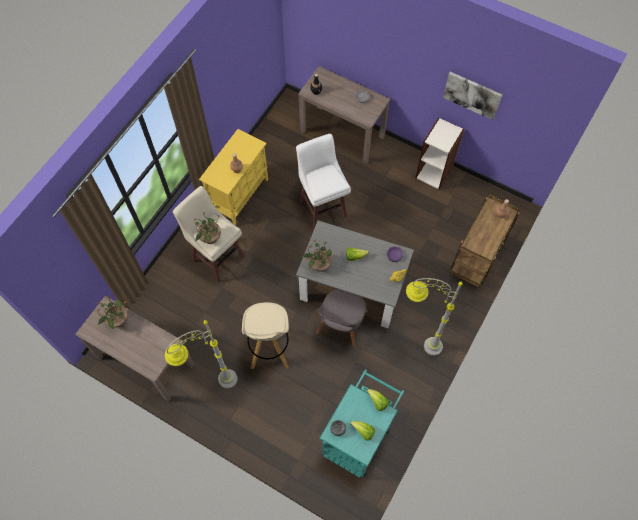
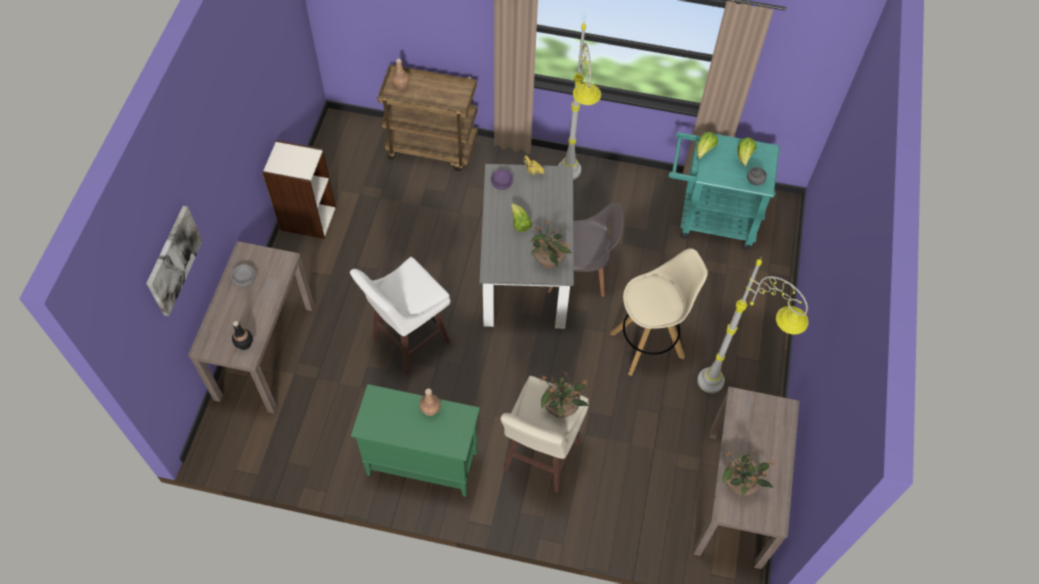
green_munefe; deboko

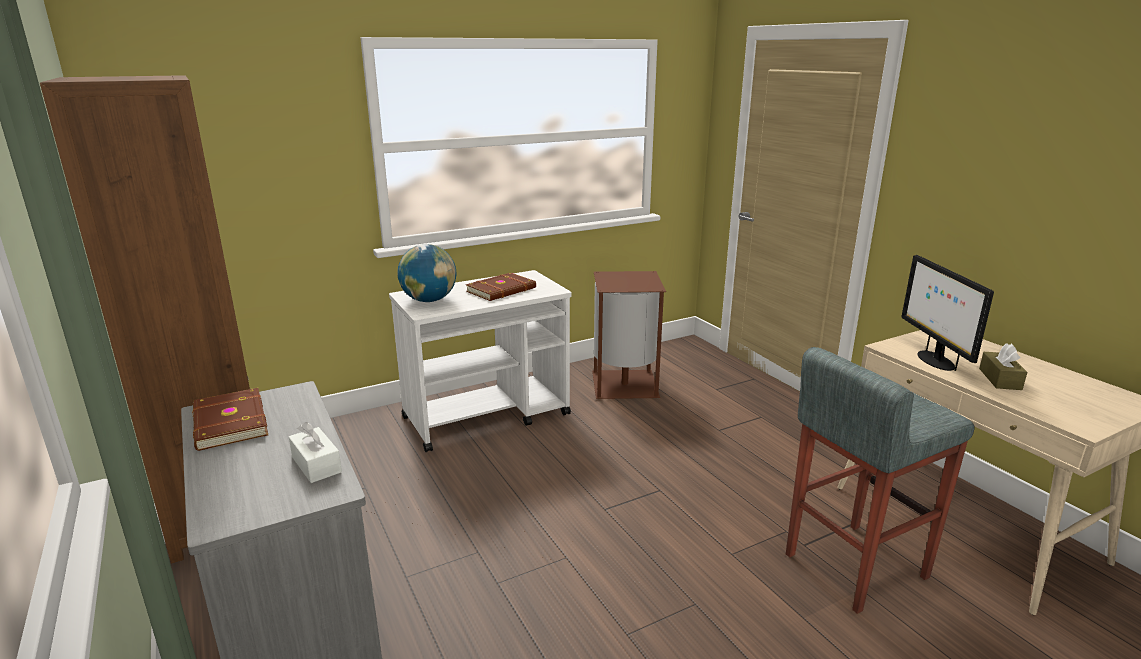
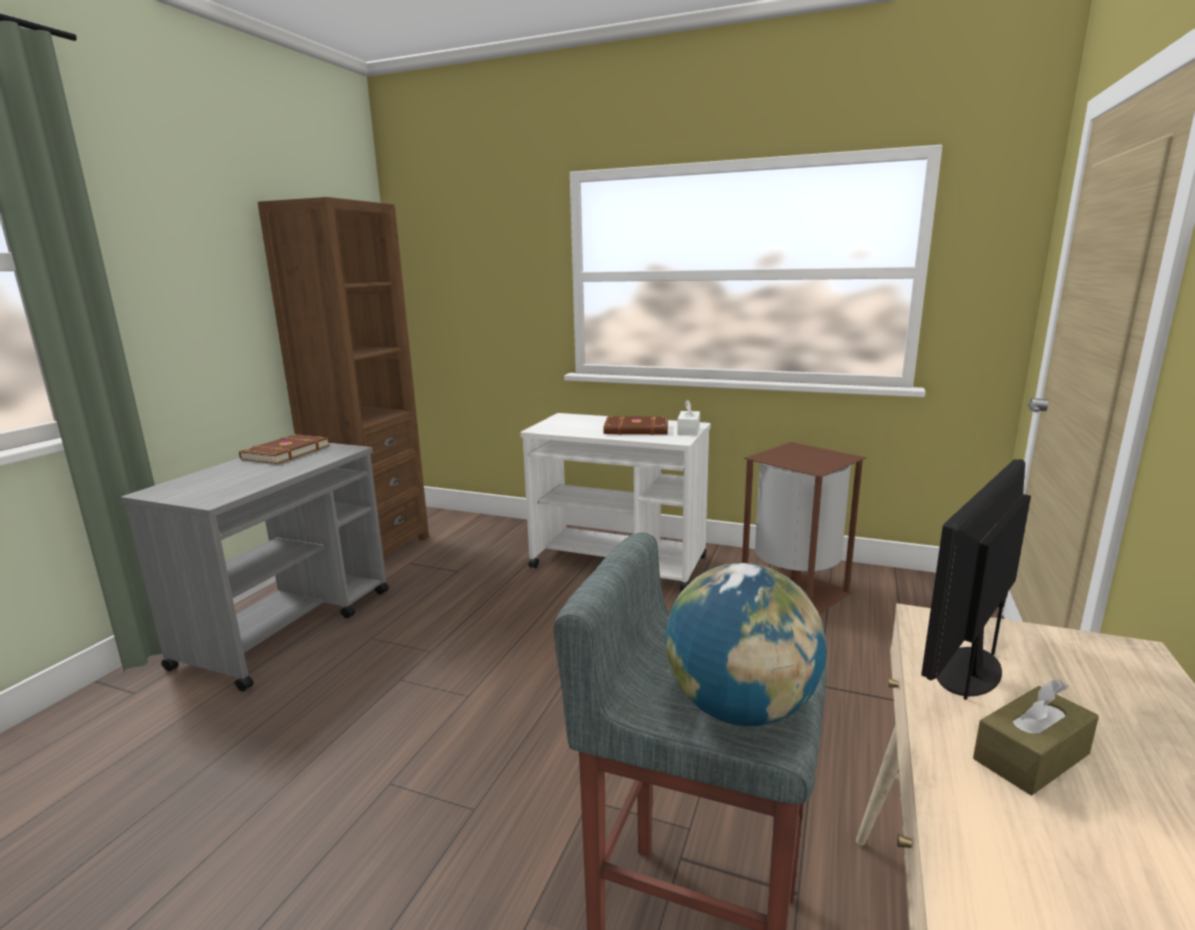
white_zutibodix; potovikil

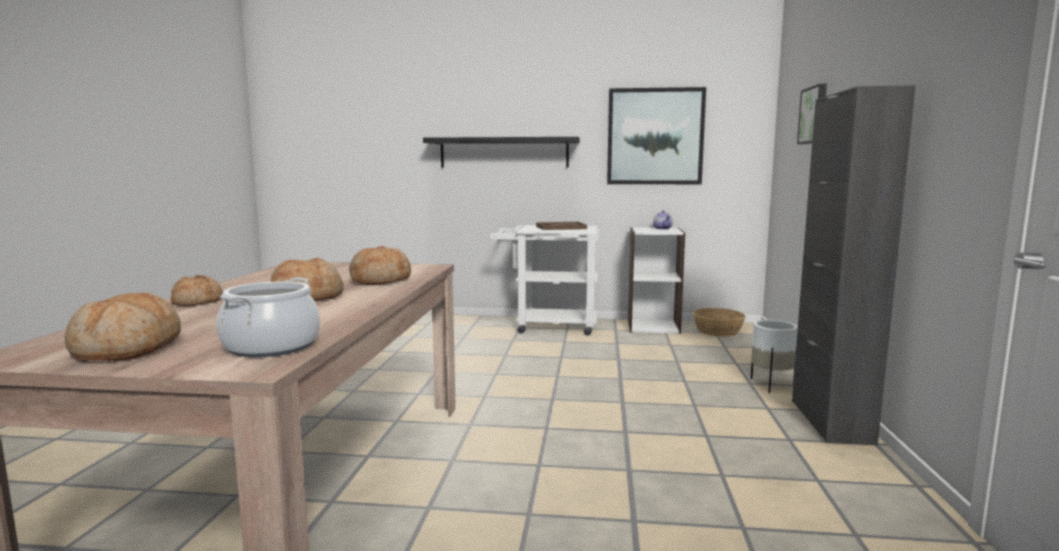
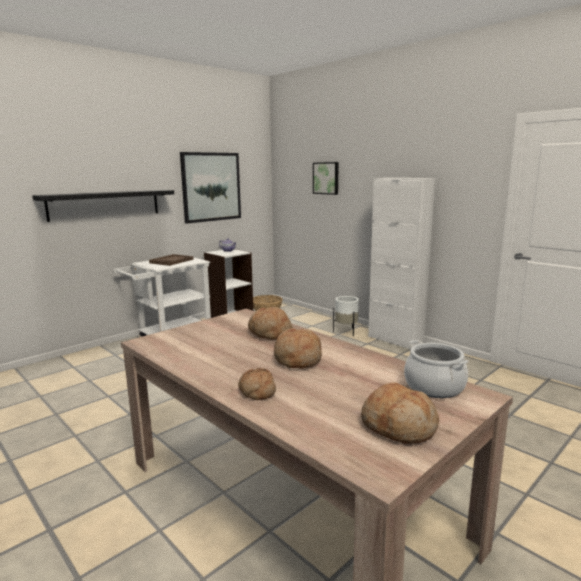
white_munefe

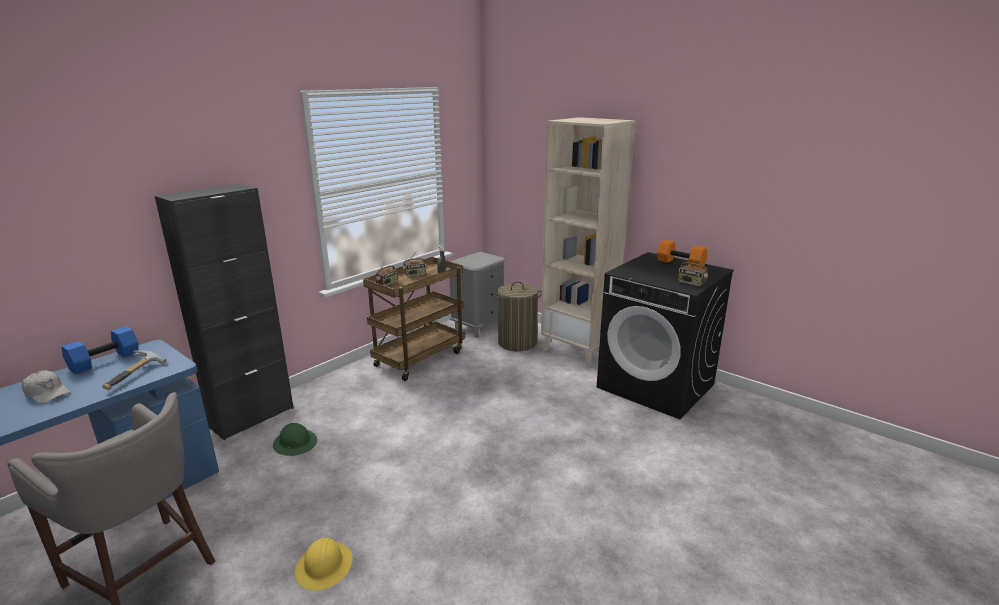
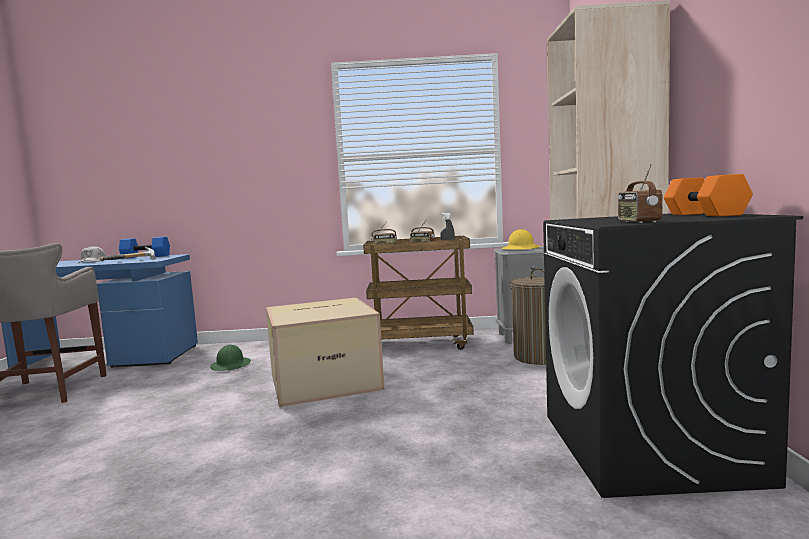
black_munefe; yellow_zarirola; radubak

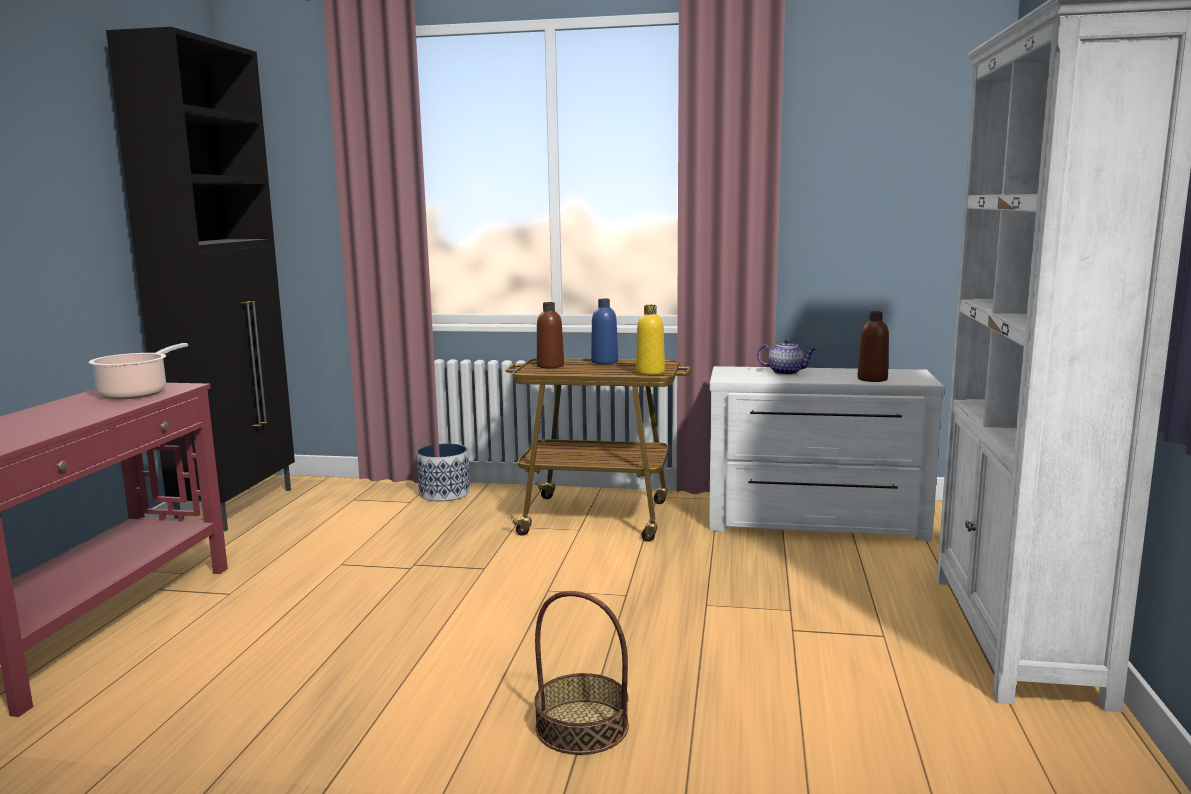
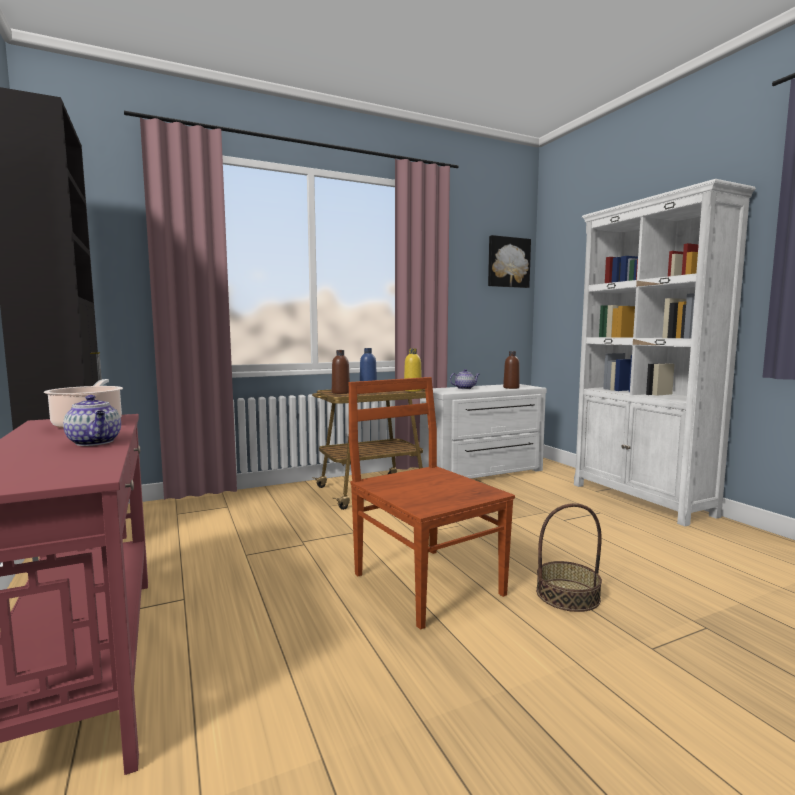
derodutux; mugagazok (no. 1 from left); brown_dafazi; deboko

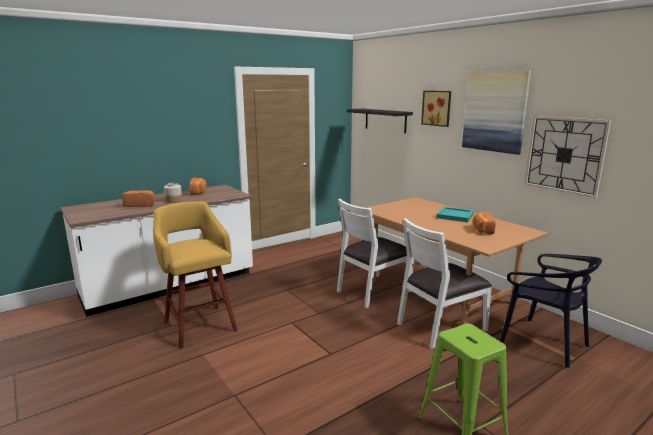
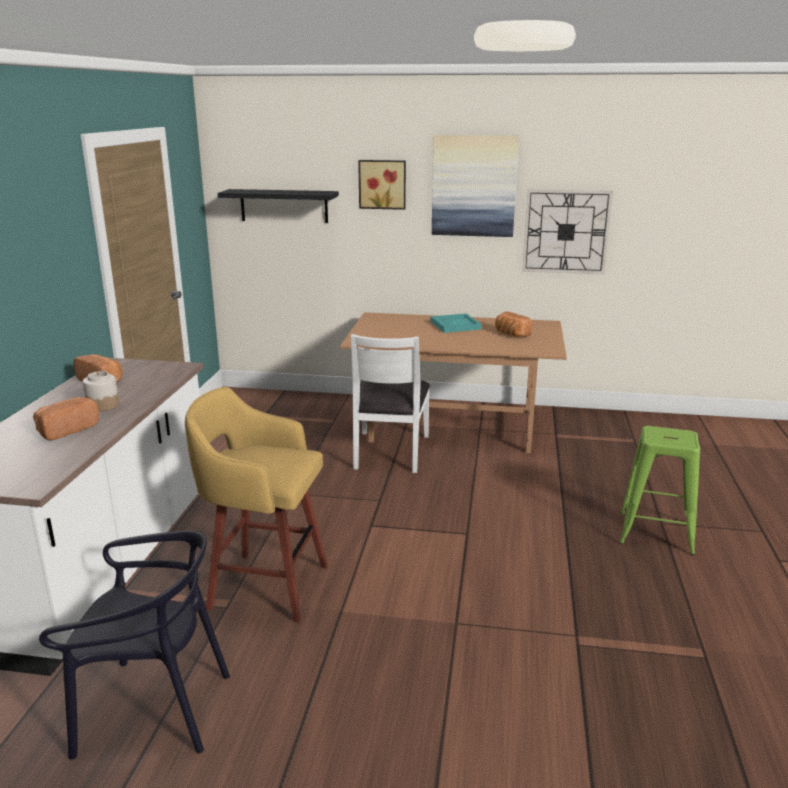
white_dafazi (no. 2 from left in the first image); black_dafazi

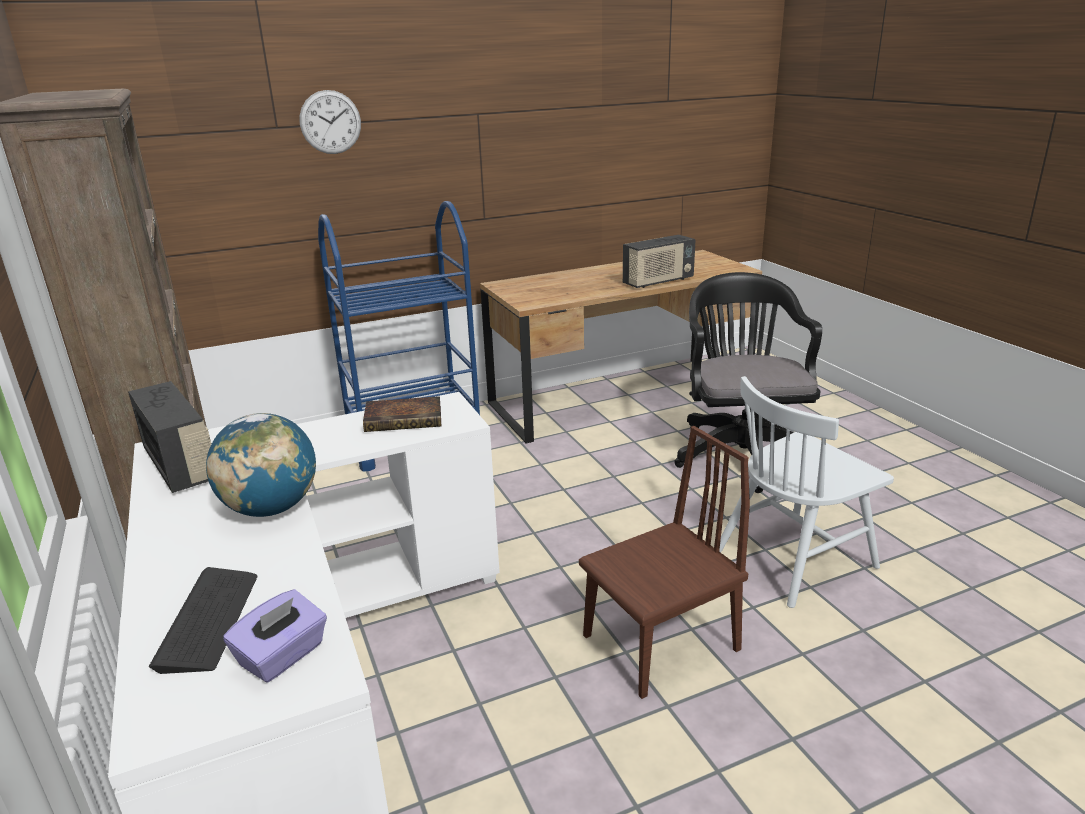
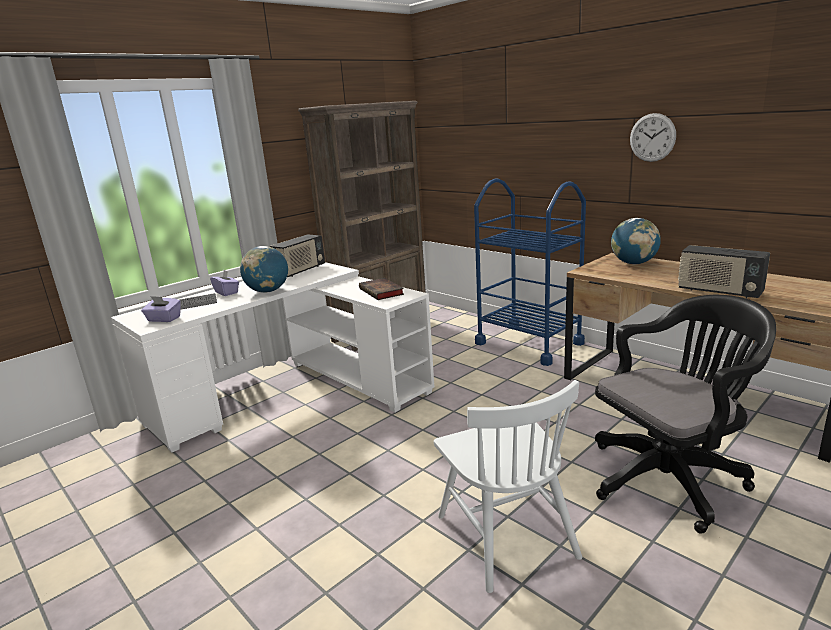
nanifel; brown_dafazi; white_dafazi; purple_zutibodix (no. 2 from left); potovikil (no. 2 from left)

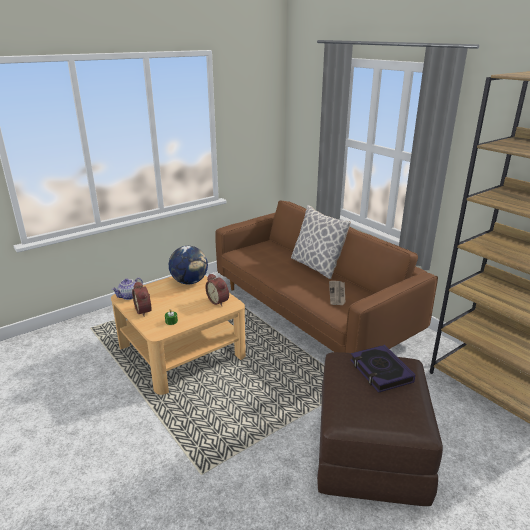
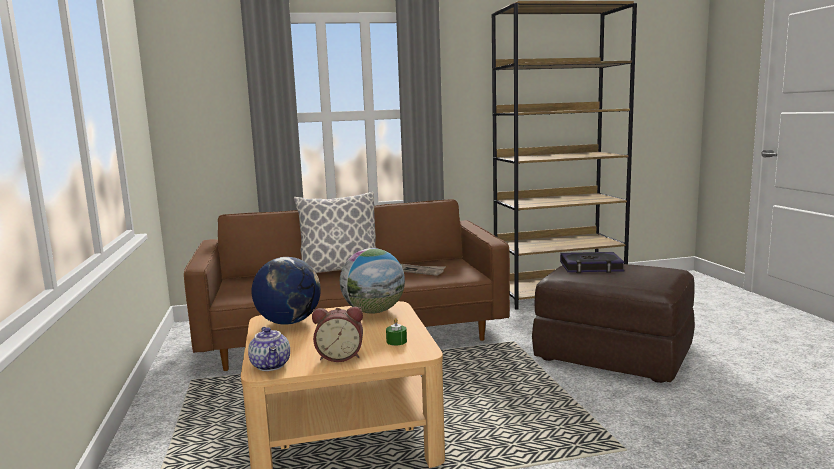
potovikil (no. 2 from left)

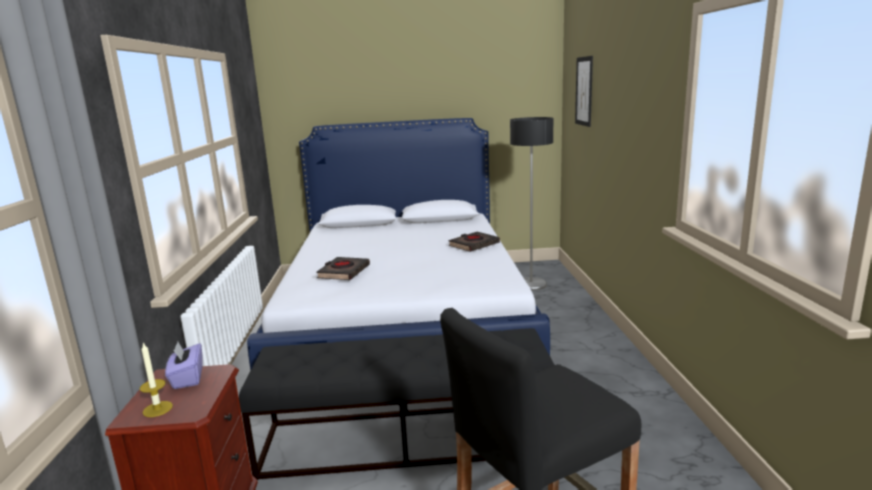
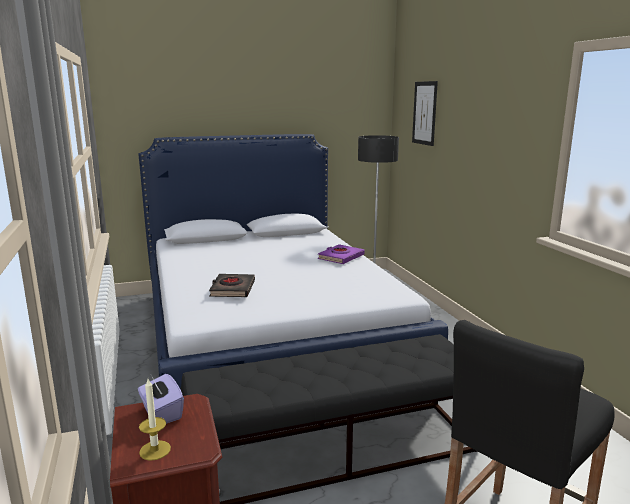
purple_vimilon

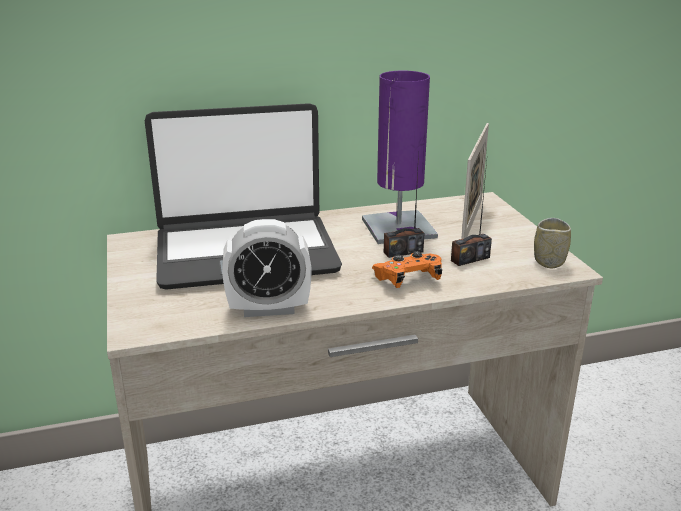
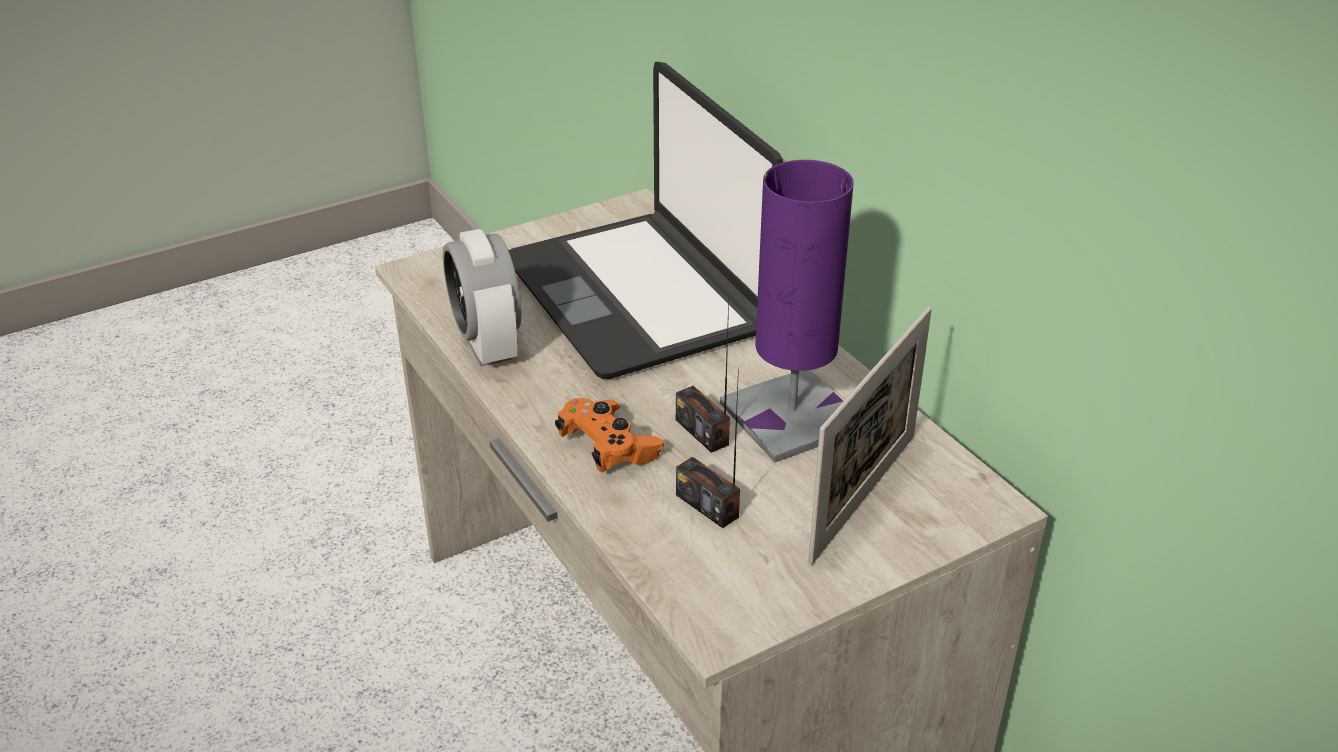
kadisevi; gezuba

